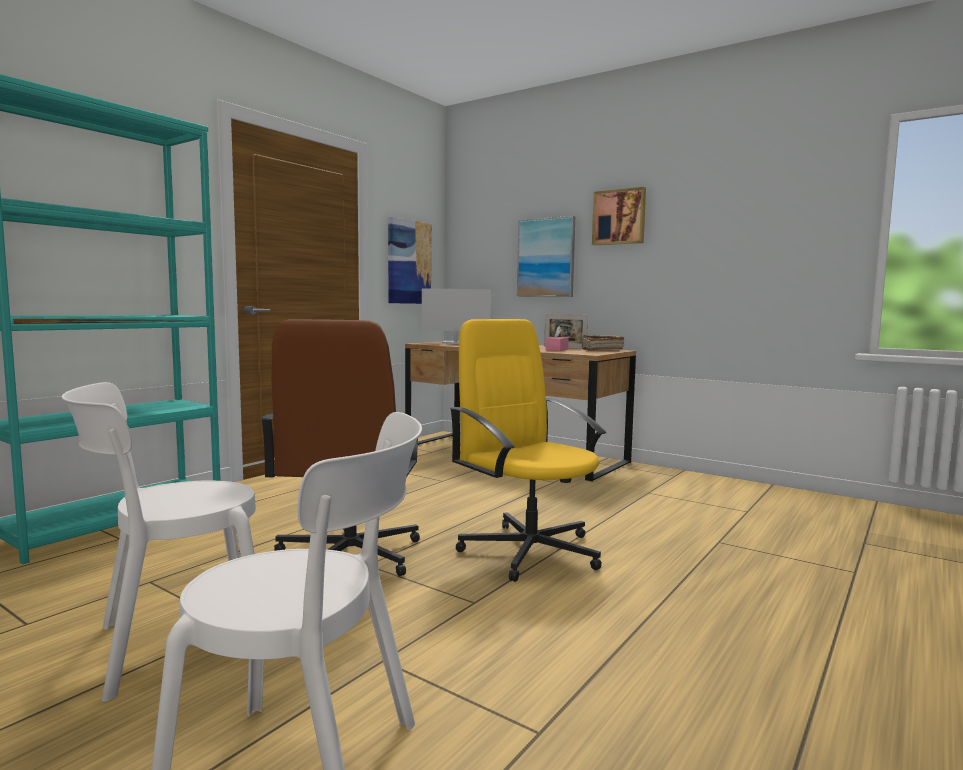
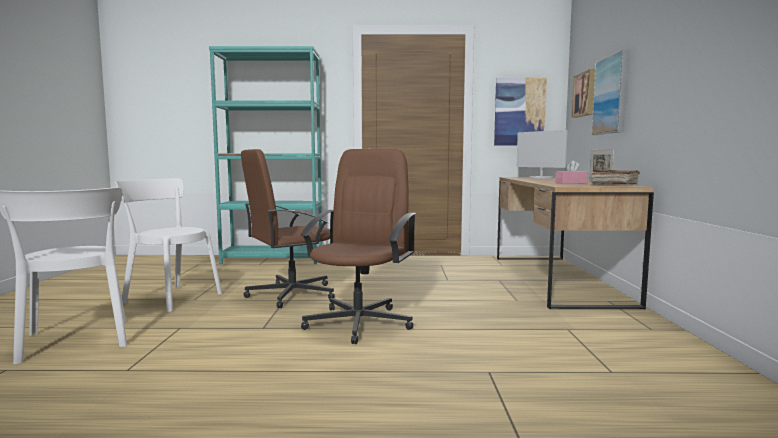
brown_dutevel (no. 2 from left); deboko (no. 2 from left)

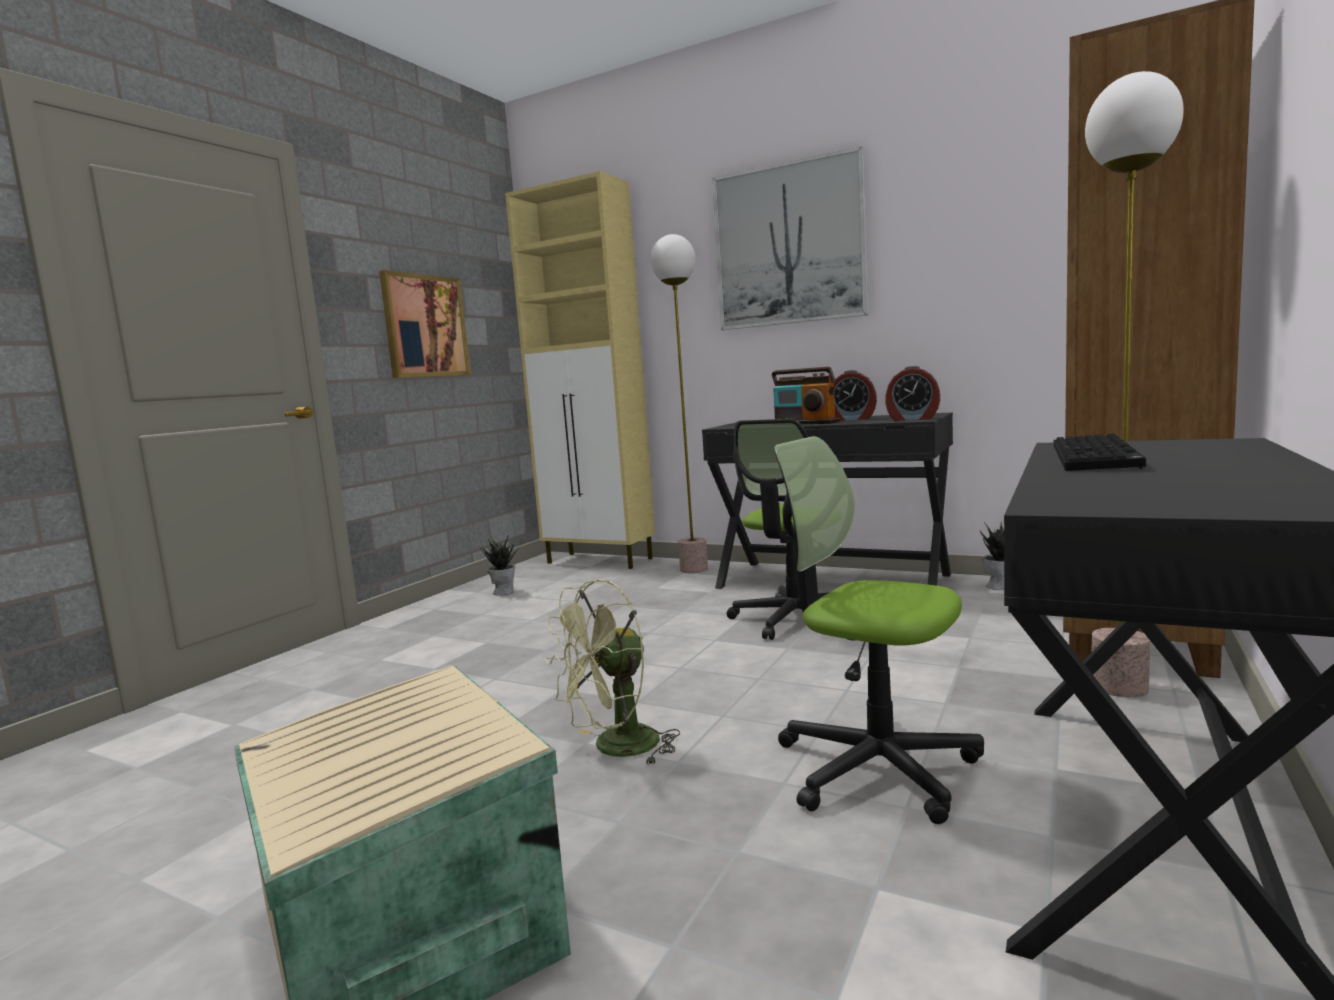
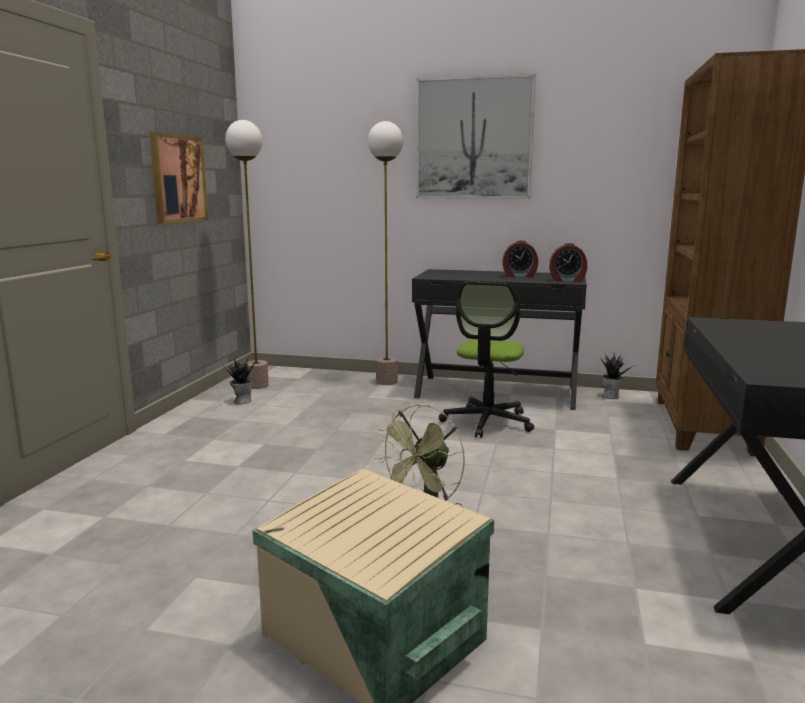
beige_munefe; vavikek; dutevel (no. 2 from left in the first image); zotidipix; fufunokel (no. 1 from left)

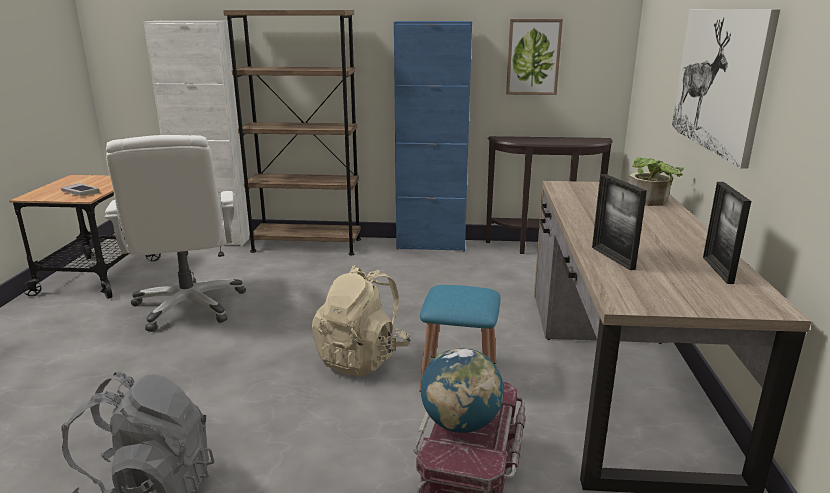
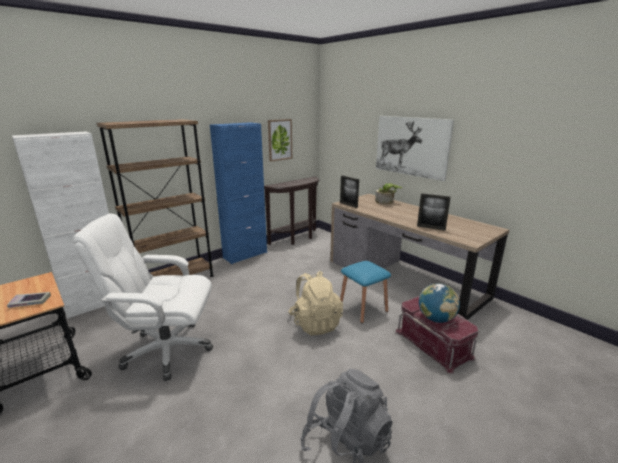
white_dutevel; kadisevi (no. 1 from left)

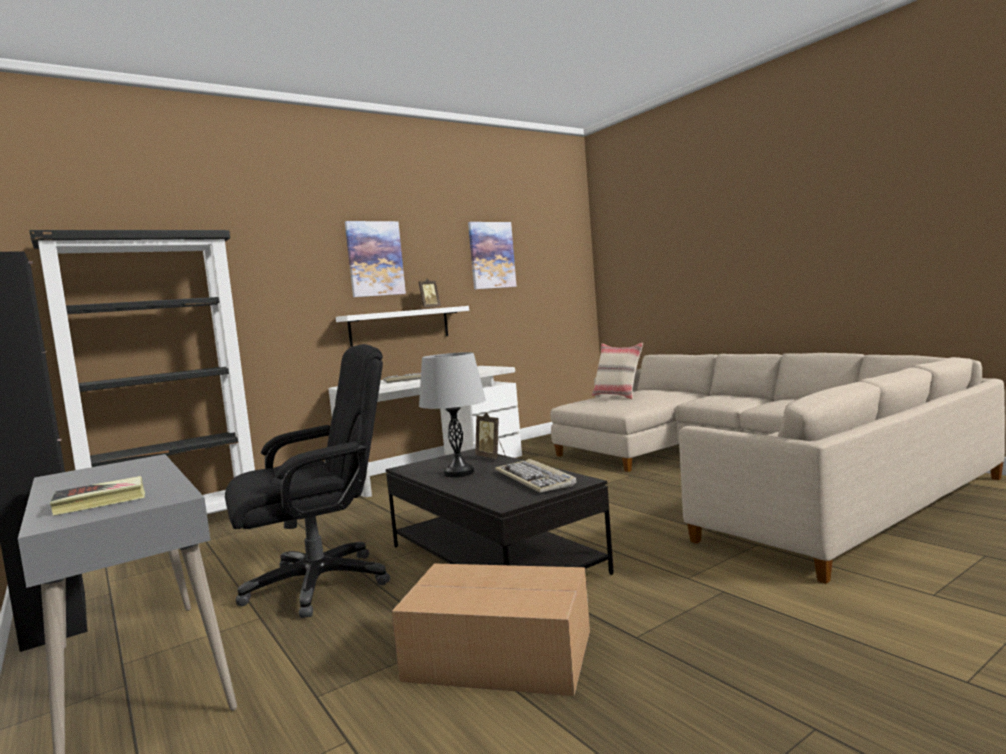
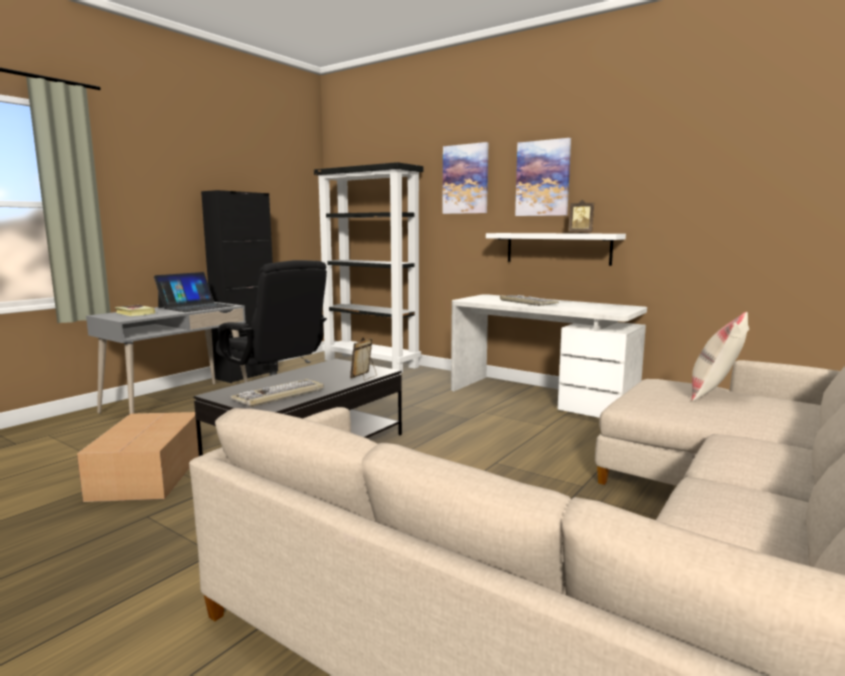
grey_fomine; deboko (no. 1 from left); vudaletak

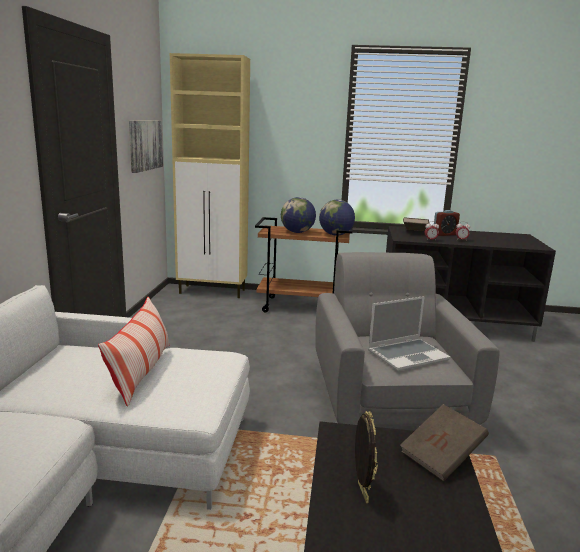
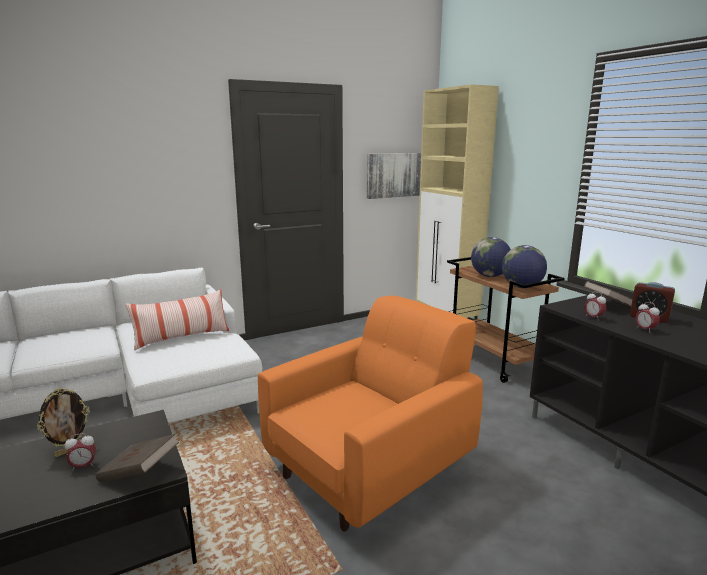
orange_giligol; vudaletak; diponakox (no. 1 from left)

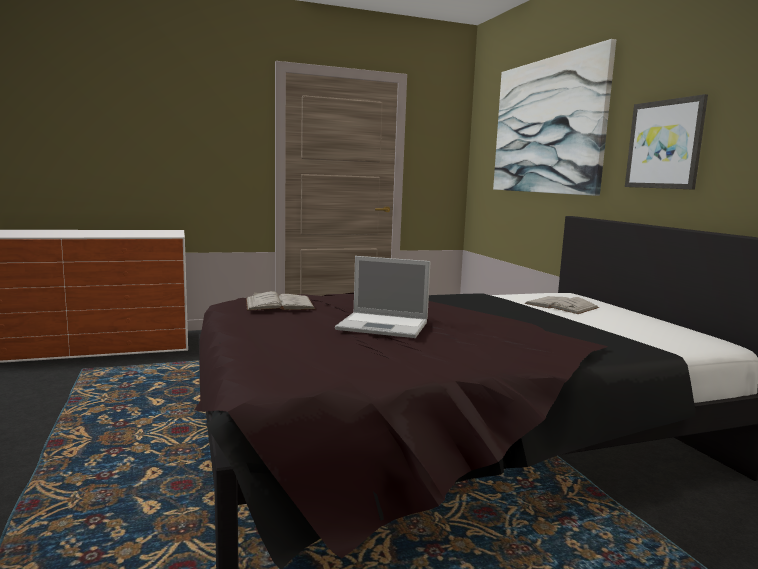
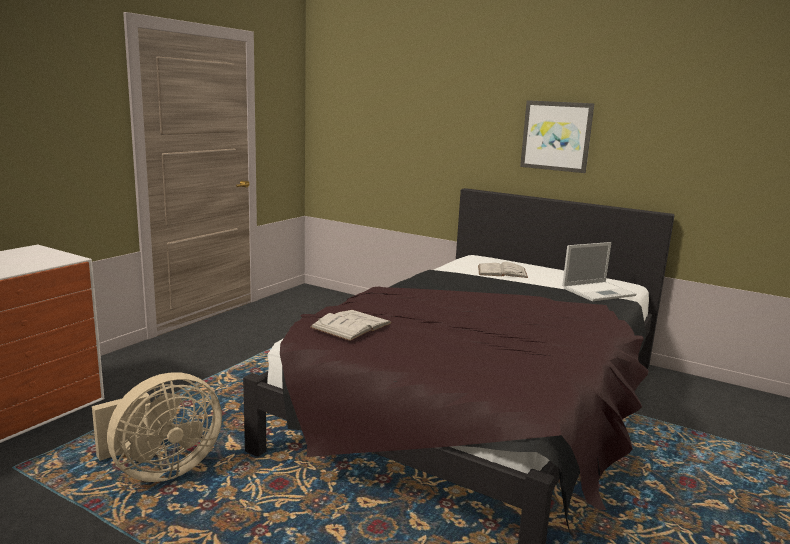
vudaletak; deboko (no. 1 from left in the first image); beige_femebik

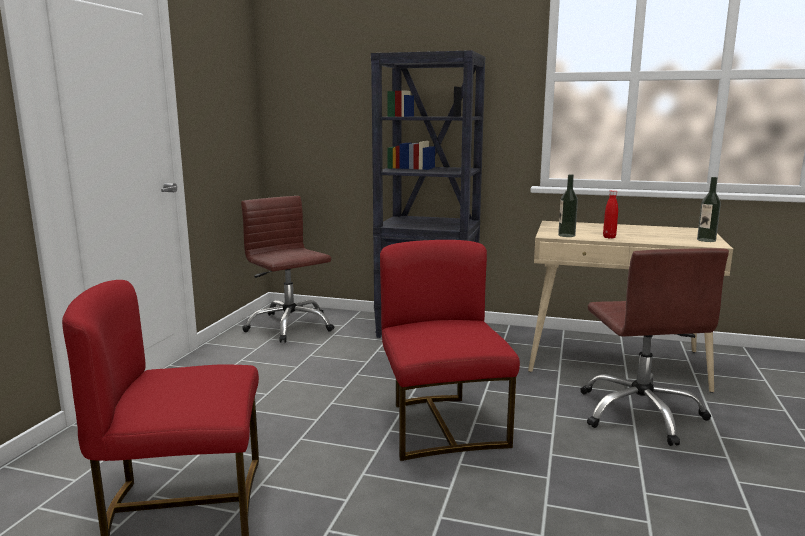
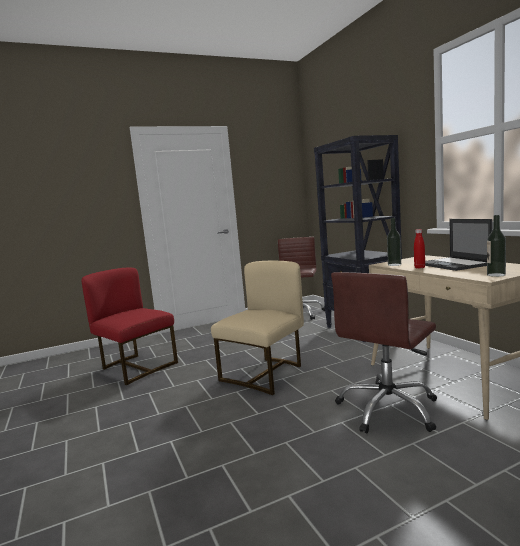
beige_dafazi; vudaletak

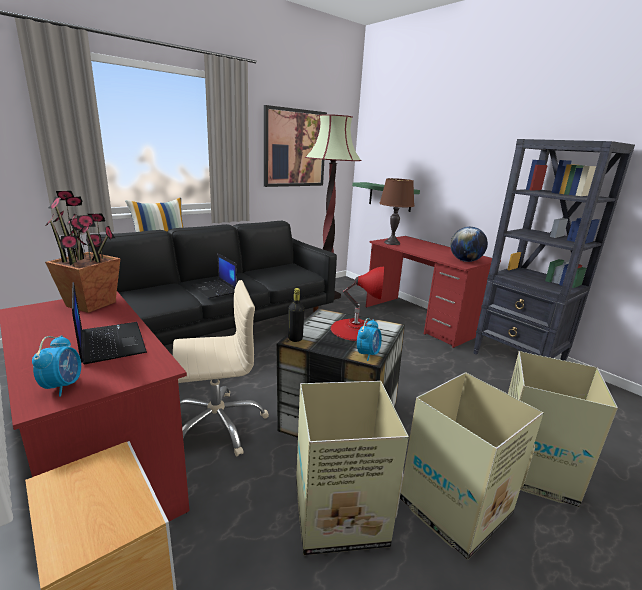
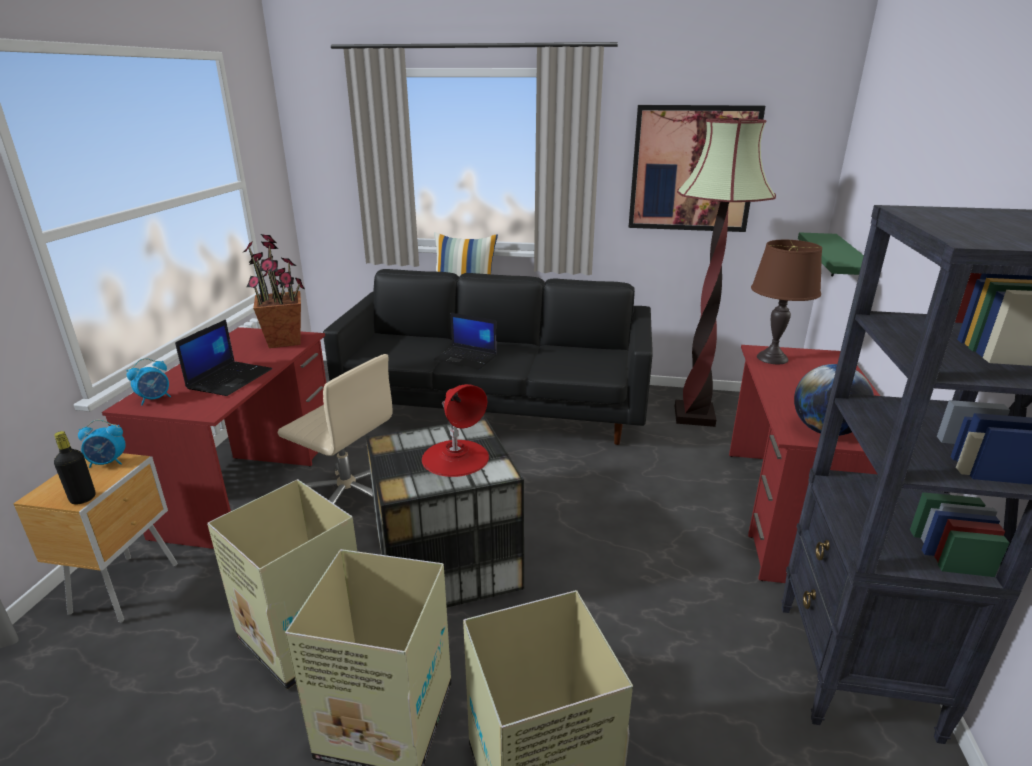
vudaletak (no. 2 from left); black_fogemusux; diponakox (no. 1 from left)

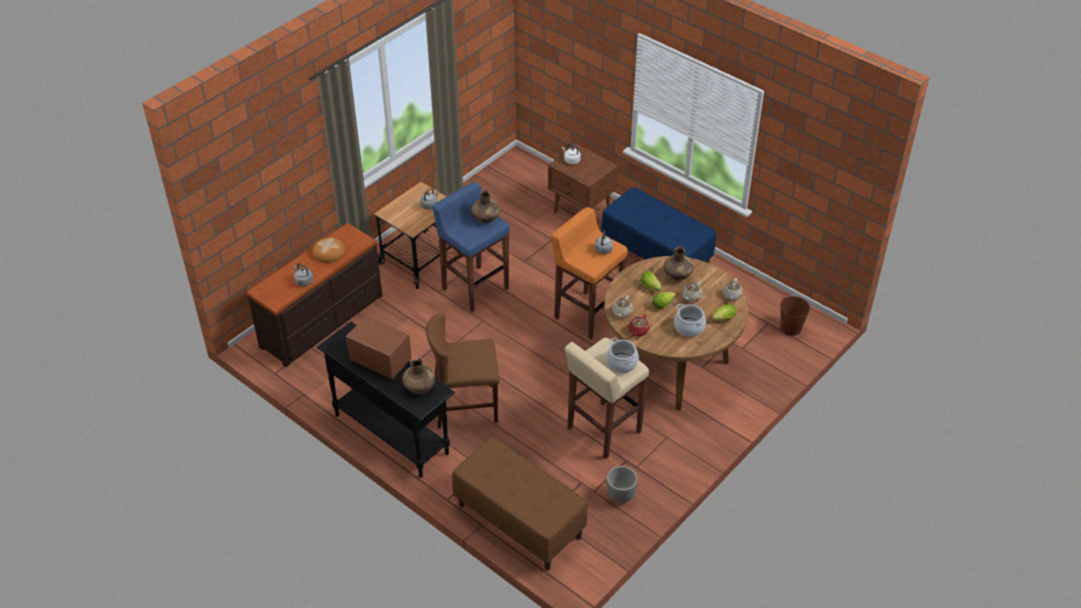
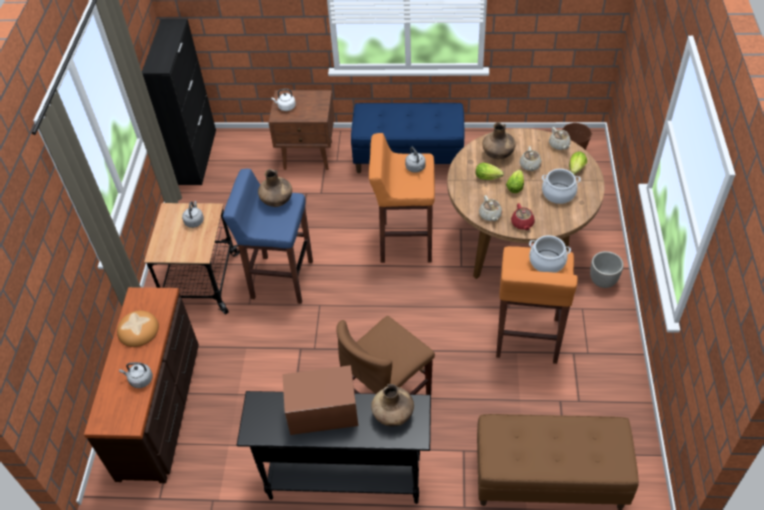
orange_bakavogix (no. 2 from left); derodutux; black_munefe

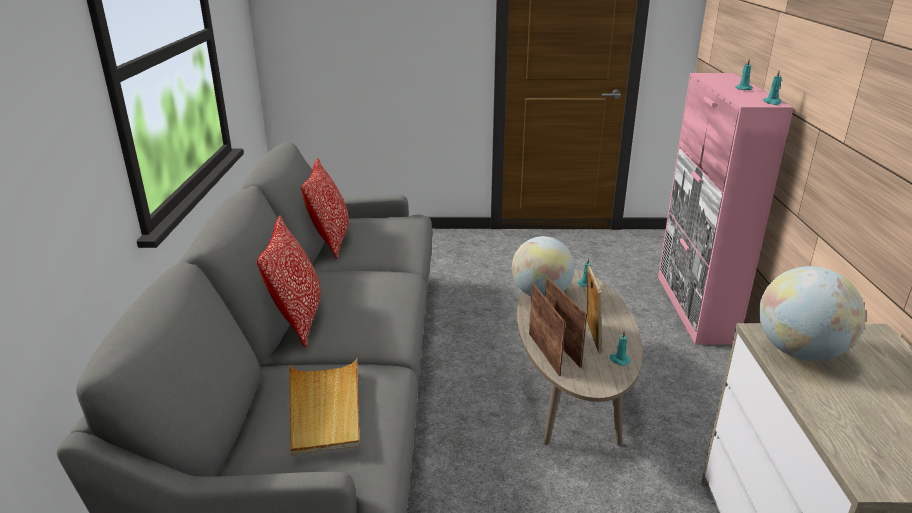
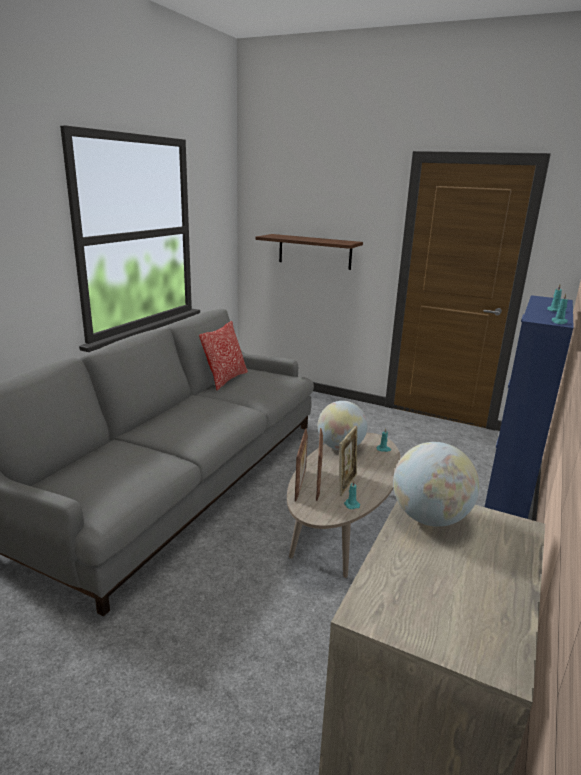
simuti (no. 1 from left in the first image); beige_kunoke; blue_munefe; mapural

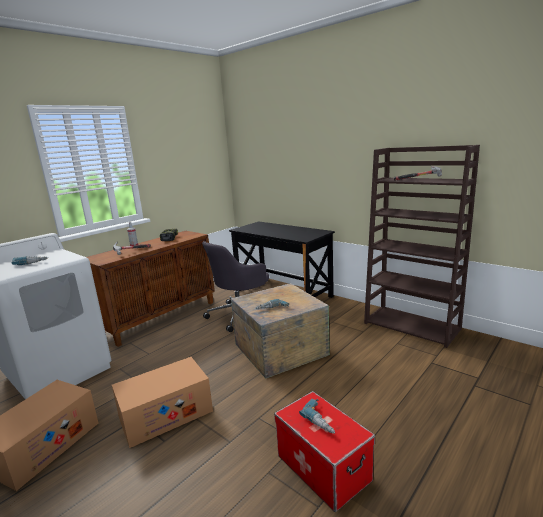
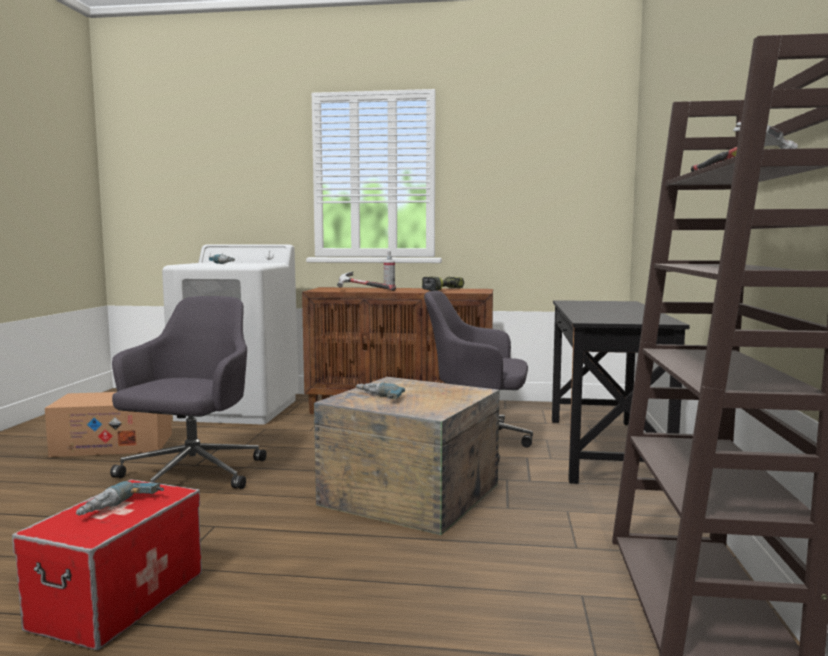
grey_dutevel (no. 1 from left)

